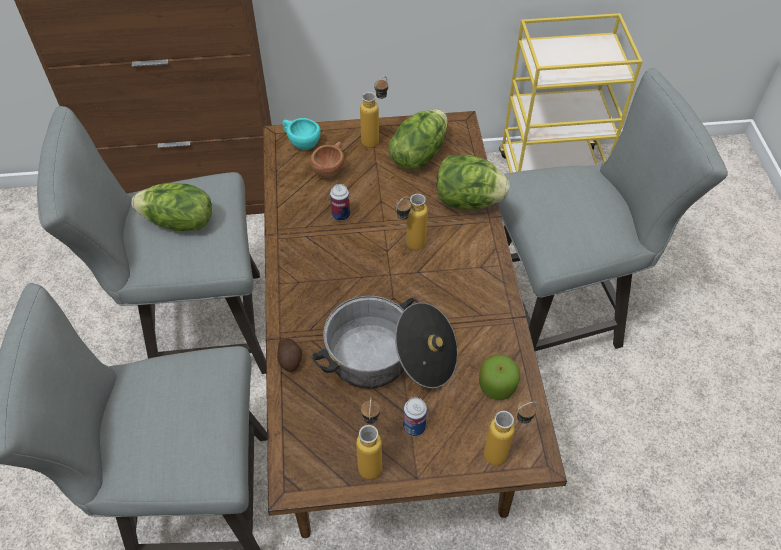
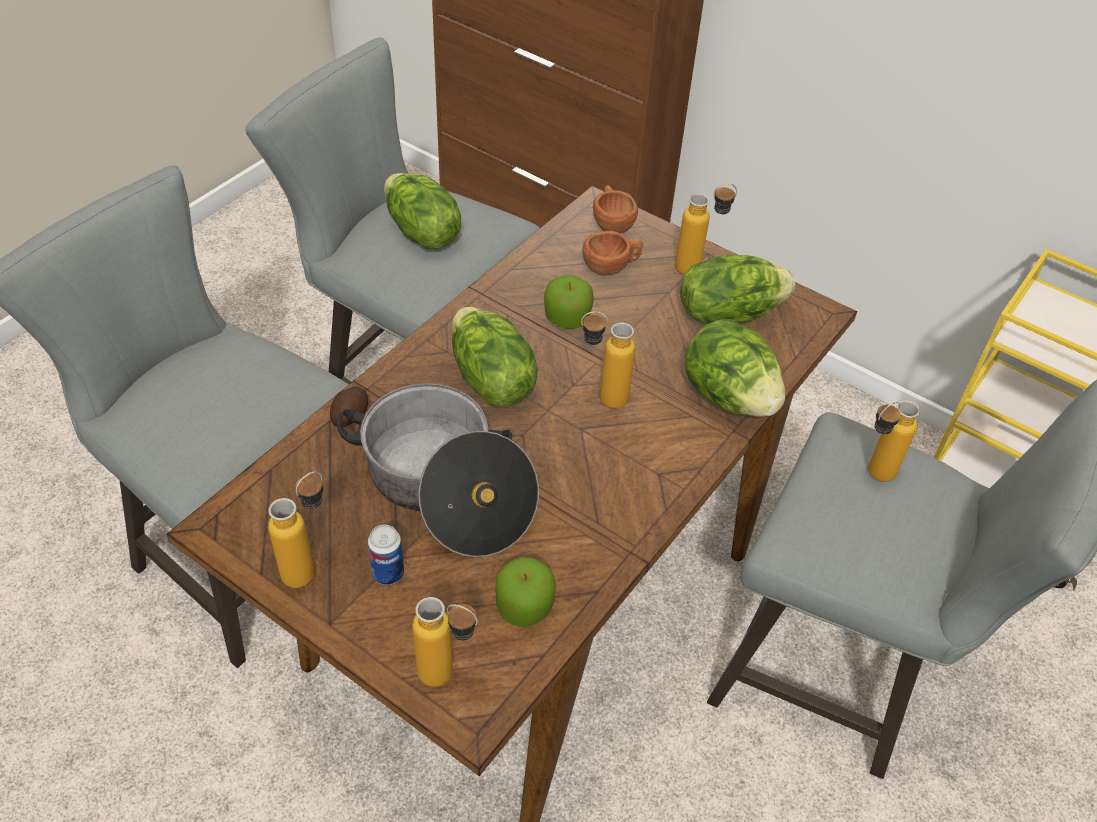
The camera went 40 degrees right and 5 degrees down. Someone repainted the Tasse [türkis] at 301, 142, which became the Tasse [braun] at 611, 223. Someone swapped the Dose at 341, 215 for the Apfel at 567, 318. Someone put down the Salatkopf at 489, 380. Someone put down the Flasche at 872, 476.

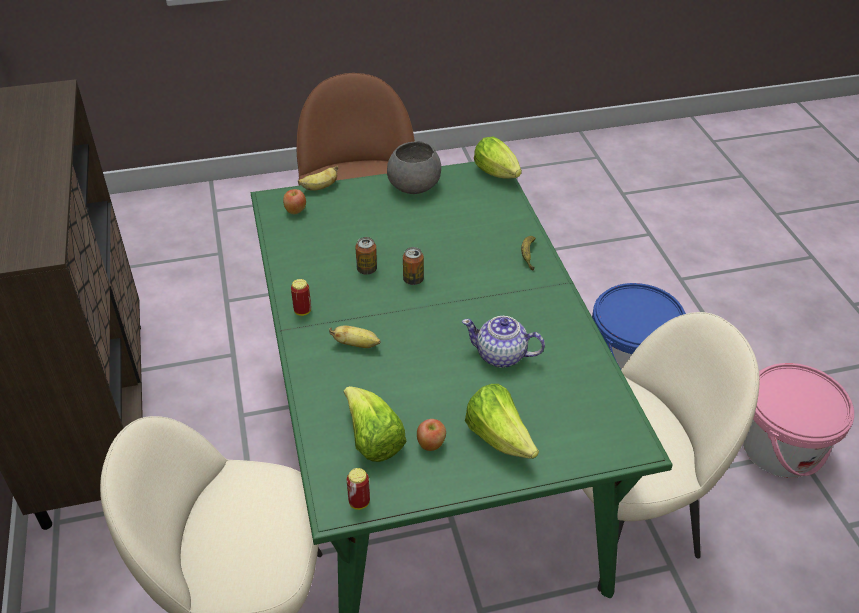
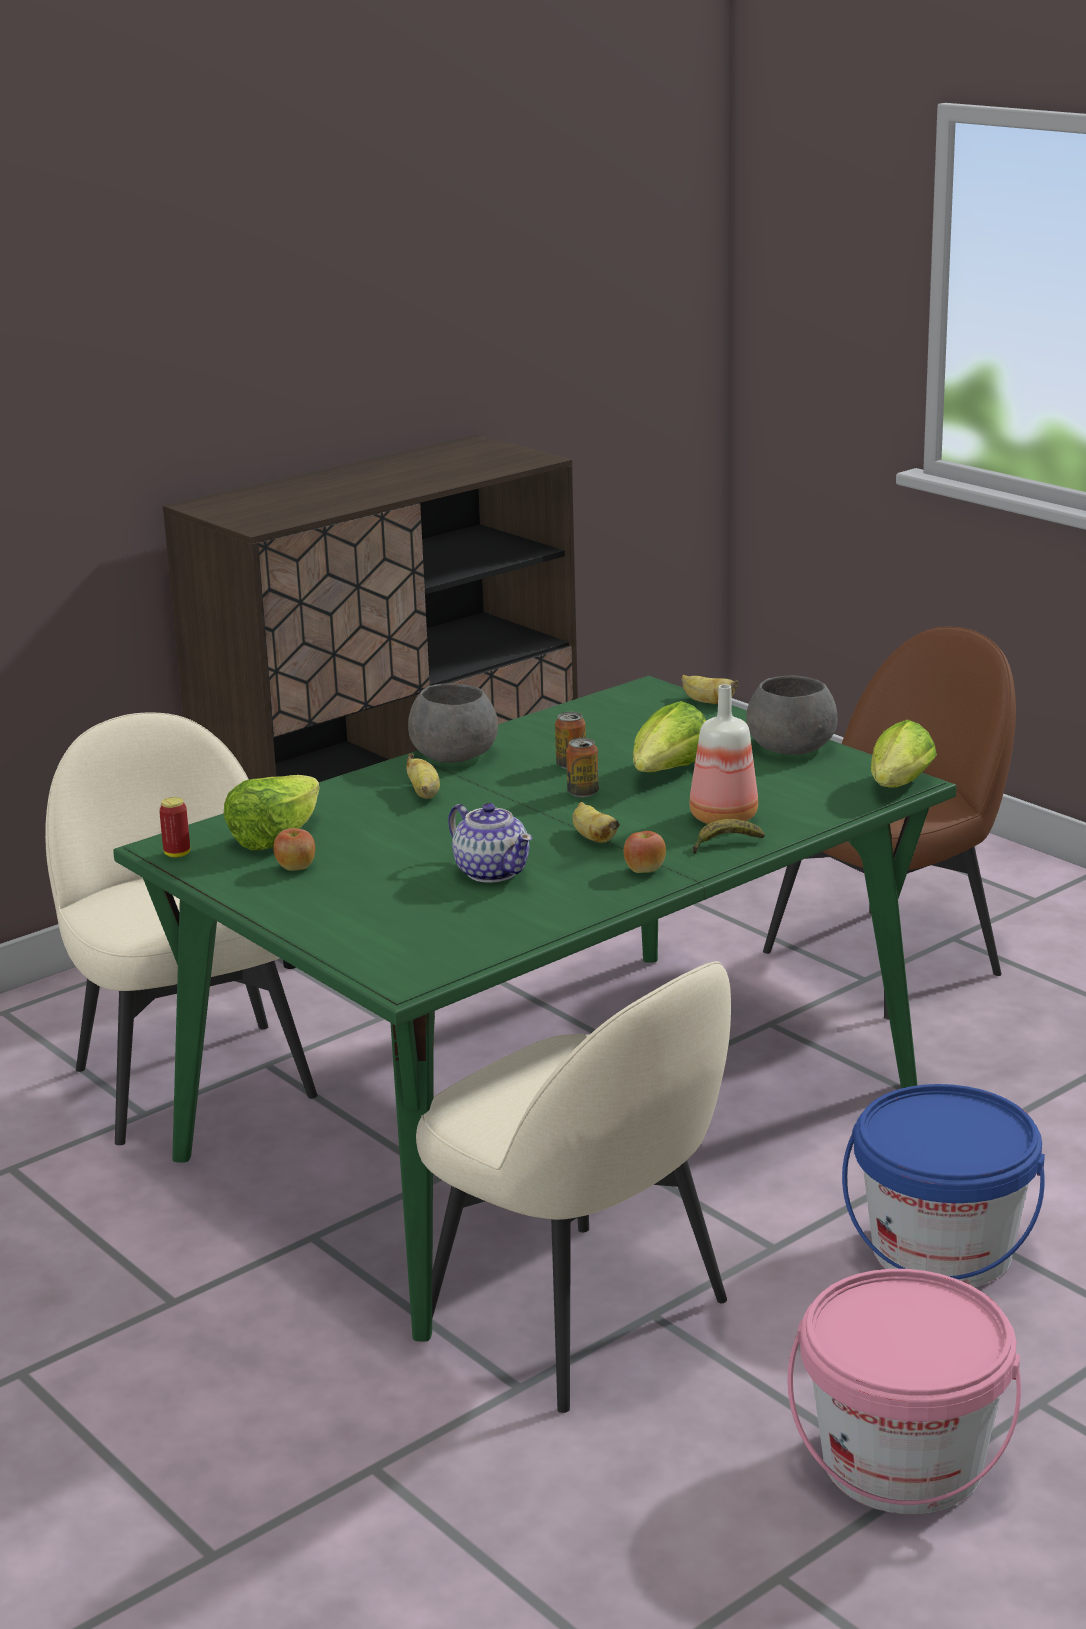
The camera went 65 degrees right and 20 degrees down. Someone carried the Apfel from 295, 211 to 644, 870. Someone swapped the Dose at 302, 311 for the Schüssel [grau] at 452, 754. Someone rotated the Teekanne at 501, 356 by 150 degrees clockwise. Someone carried the Salatkopf from 499, 437 to 667, 773. Someone put down the Flasche at 721, 819. Someone put down the Banane at 593, 838.

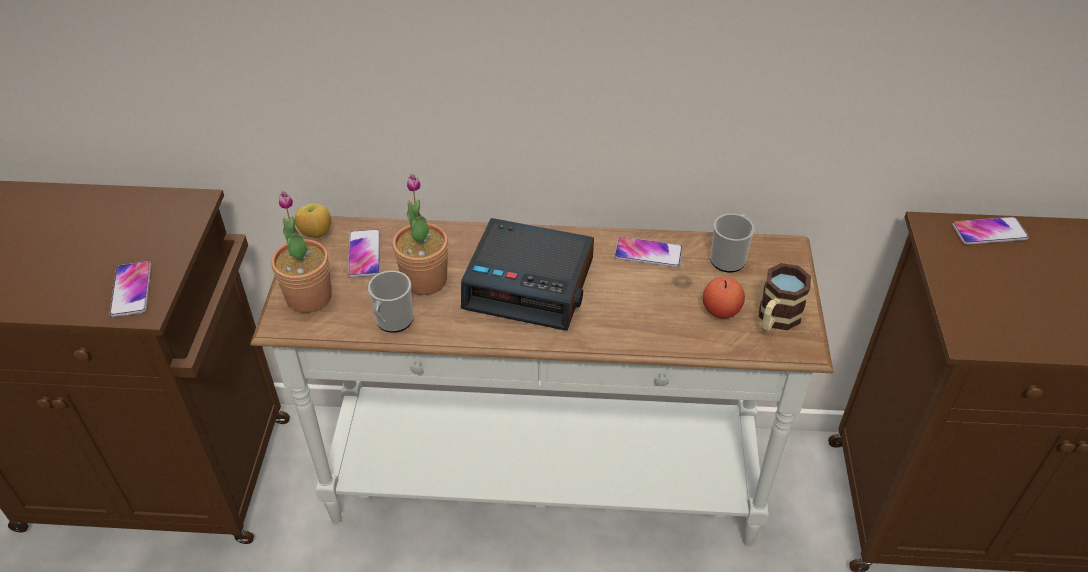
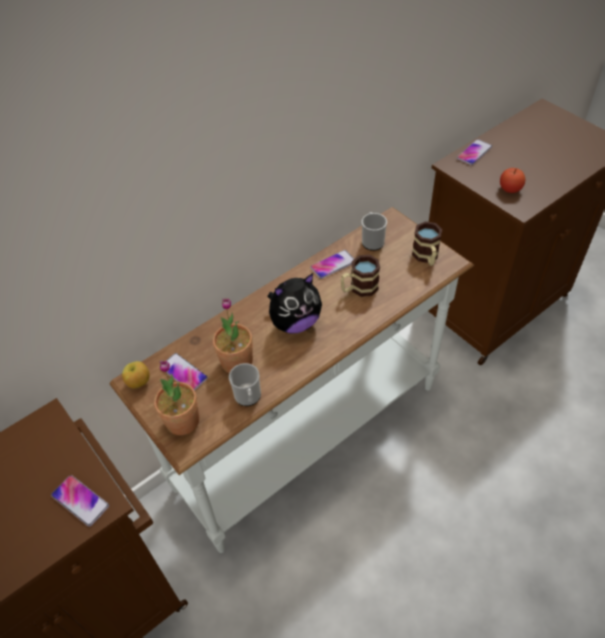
The camera went 40 degrees left and 5 degrees up. Someone swapped the Wecker at 530, 284 for the Plüschtier at 295, 322. Someone carried the Apfel from 721, 310 to 510, 189. Someone put down the Henkelbecher at 359, 288.

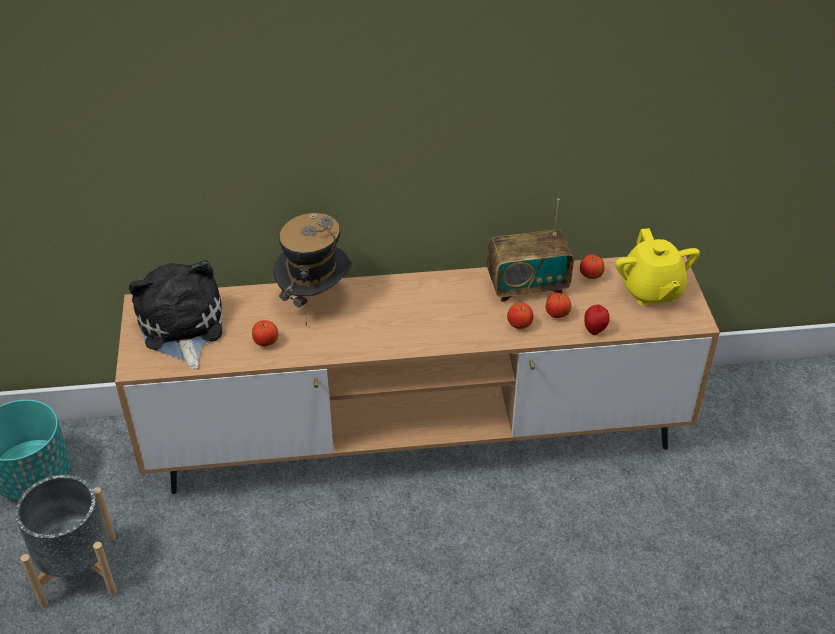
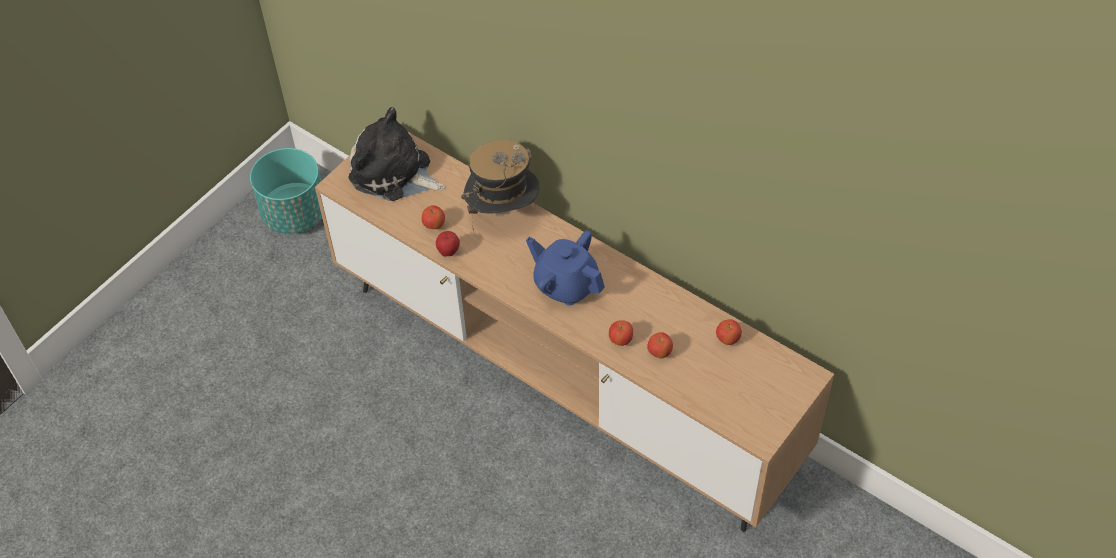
The camera went 45 degrees right and 10 degrees up. Someone took away the Radio at 527, 286. Someone took away the Teekanne [gelb] at 651, 291. Someone rotated the Plüschtier at 181, 328 by 90 degrees counterclockwise. Someone carried the Apfel from 595, 330 to 449, 252. Someone took away the Pflanzkübel [grau] at 78, 569. Someone put down the Teekanne [blau] at 566, 284.

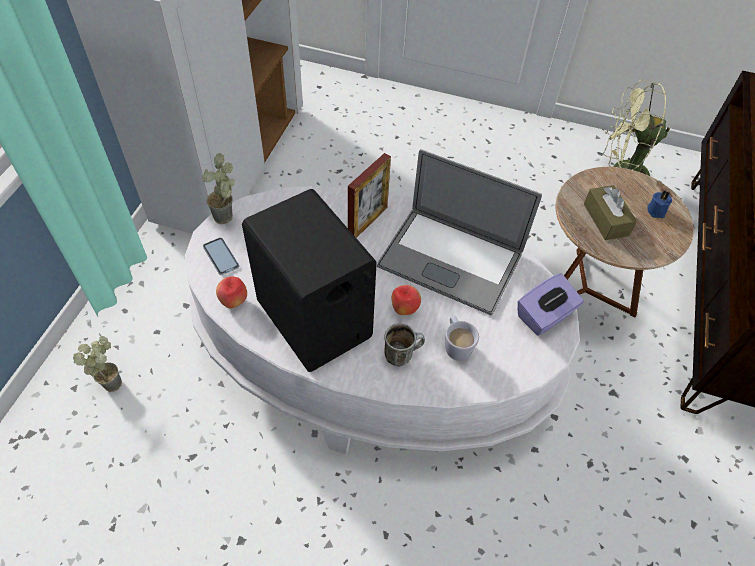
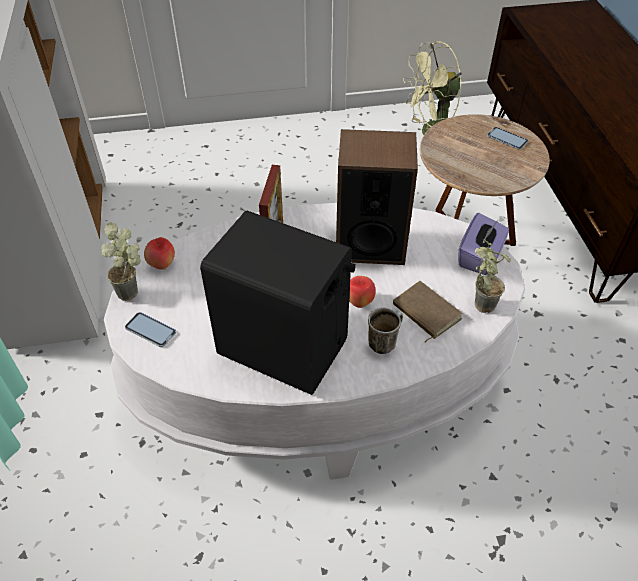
The camera went 25 degrees left and 5 degrees down. Someone swapped the Laptop at 450, 260 for the Lautsprecher at 370, 244. Someone took away the Taschentuchbox [braun] at 606, 219. Someone swapped the Kerze [blau] at 657, 210 for the Handy at 507, 139. Someone carried the Apfel from 234, 301 to 162, 265. Someone swapped the Henkelbecher [weiß] at 456, 345 for the Buch [braun] at 425, 313. Someone carried the Topfpflanze from 112, 379 to 478, 302.

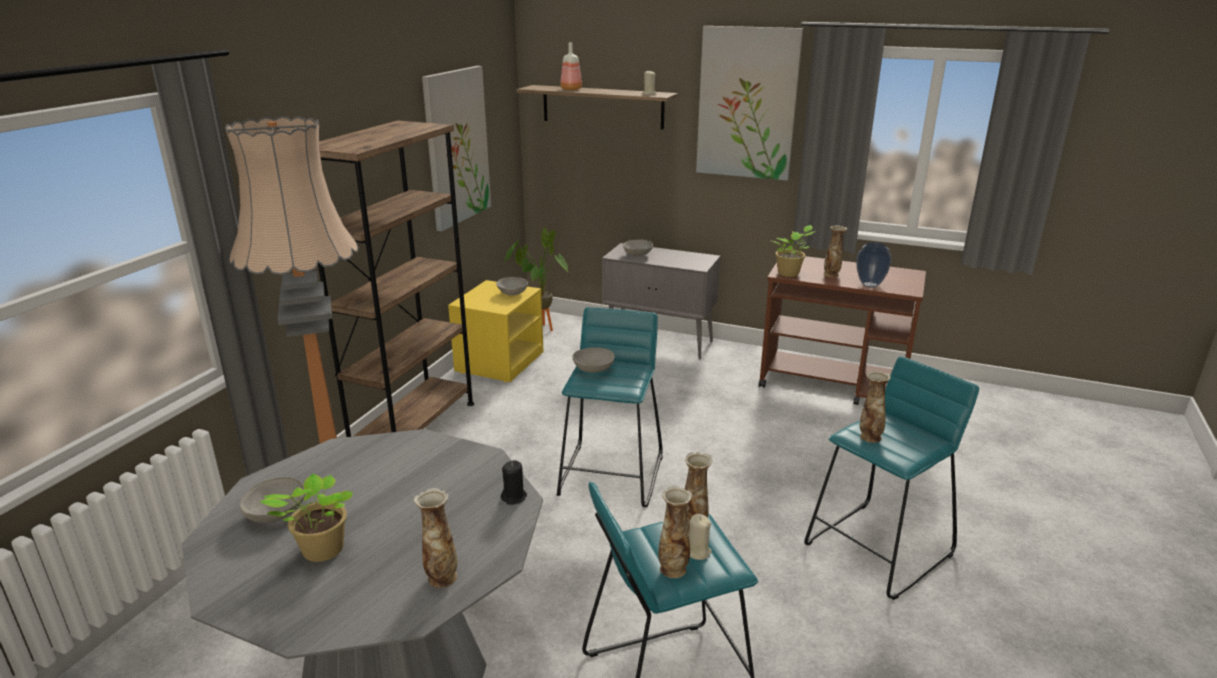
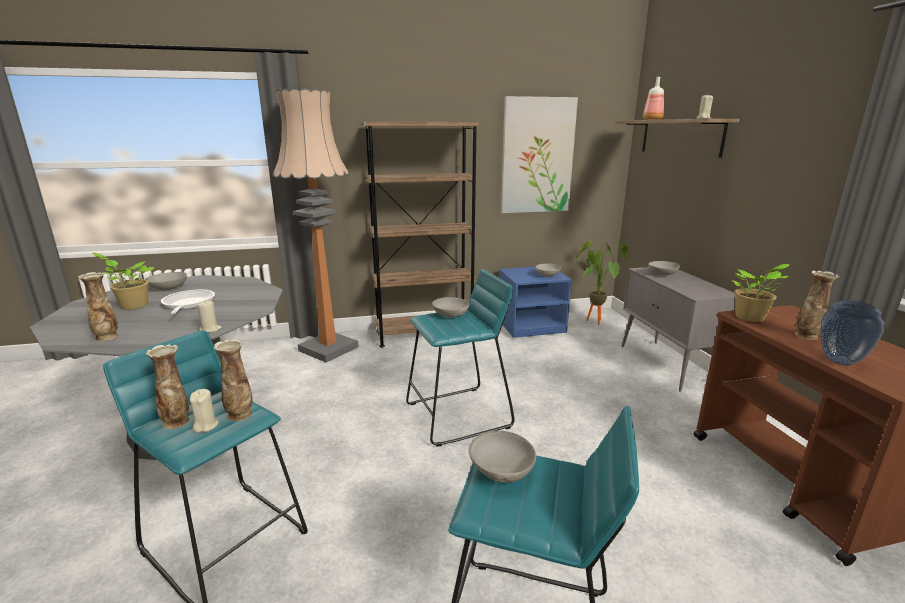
The camera went 55 degrees right and 5 degrees down. Someone took away the Bild at 747, 103. Someone repainted the Nachttisch [gelb] at 499, 361, which became the Nachttisch [blau] at 531, 326. Someone swapped the Vase at 869, 437 for the Schüssel [grau] at 502, 470. Someone repainted the Kerze [schwarz] at 514, 497, which became the Kerze [beige] at 210, 329. Someone put down the Pfanne at 187, 304.

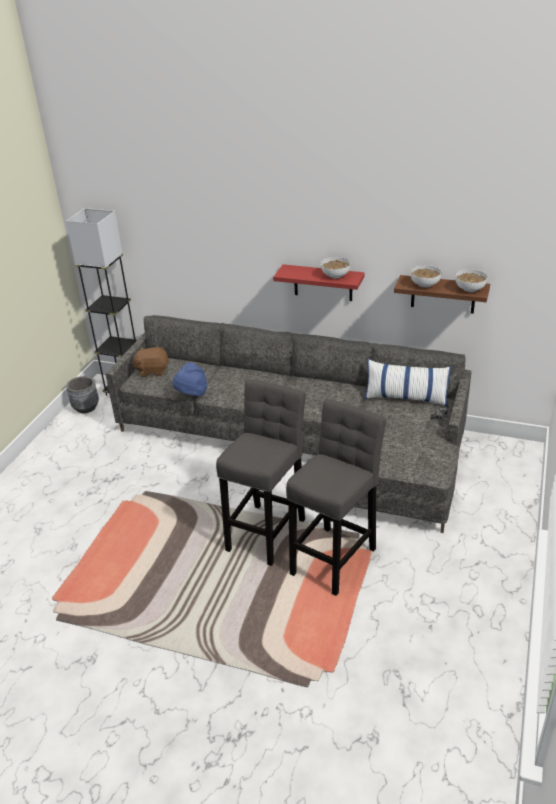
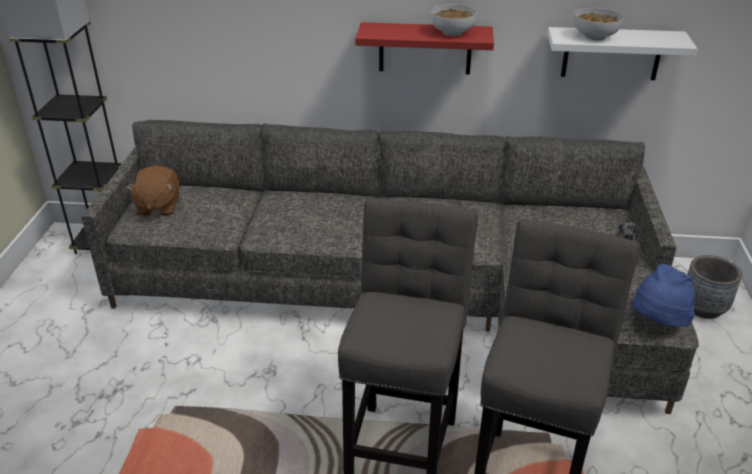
The camera went 15 degrees left and 0 degrees up. Someone took away the Schüssel at 469, 289. Someone repainted the Wandregal [braun] at 443, 294, which became the Wandregal [weiß] at 611, 53. Someone rotated the Plüschtier [braun] at 152, 371 by 75 degrees counterclockwise. Someone took away the Kissen at 406, 397. Someone carried the Hut [blau] from 191, 394 to 657, 322. Someone carried the Pflanzkübel [grau] from 86, 408 to 703, 308.

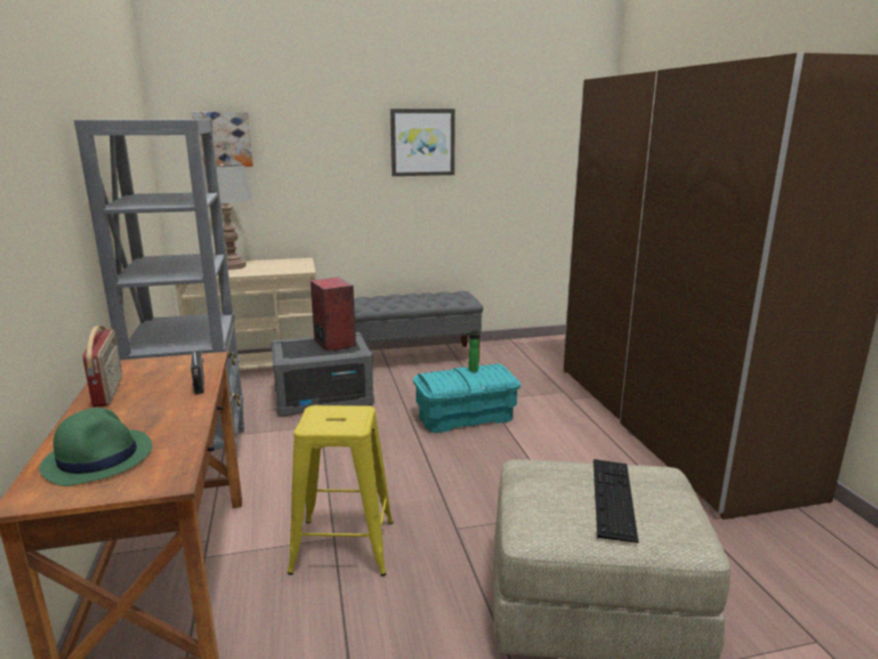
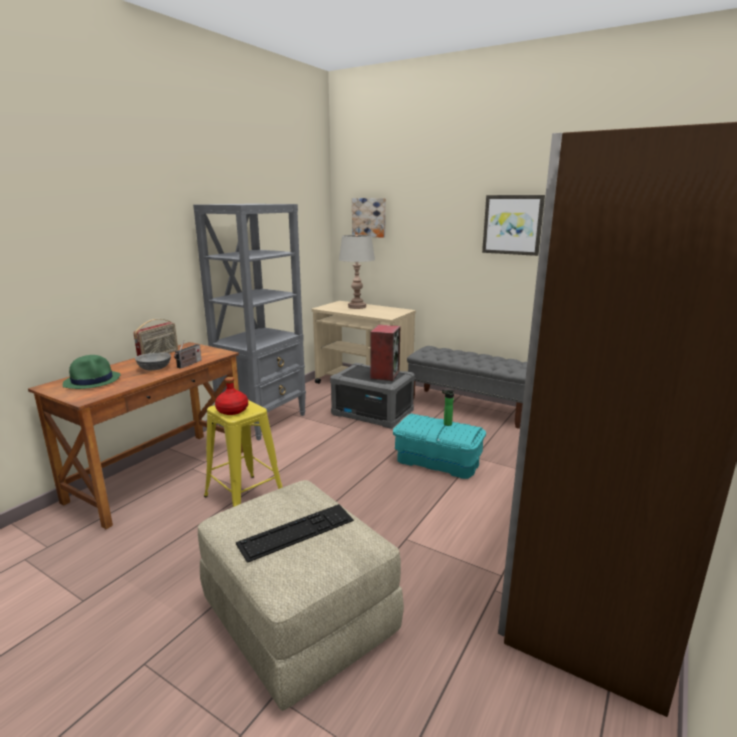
The camera went 45 degrees right and 0 degrees up. Someone put down the Schüssel [grau] at 154, 368. Someone put down the Flasche [rot] at 232, 410.

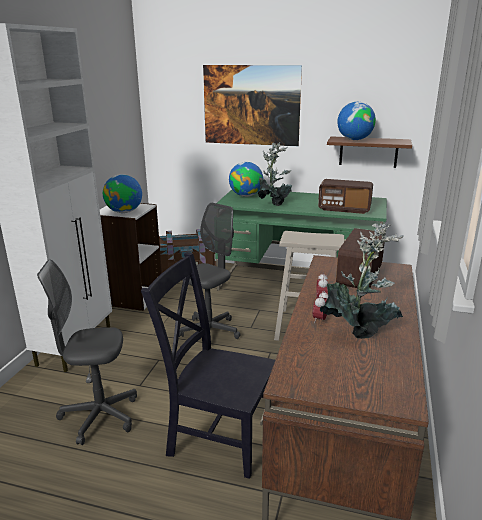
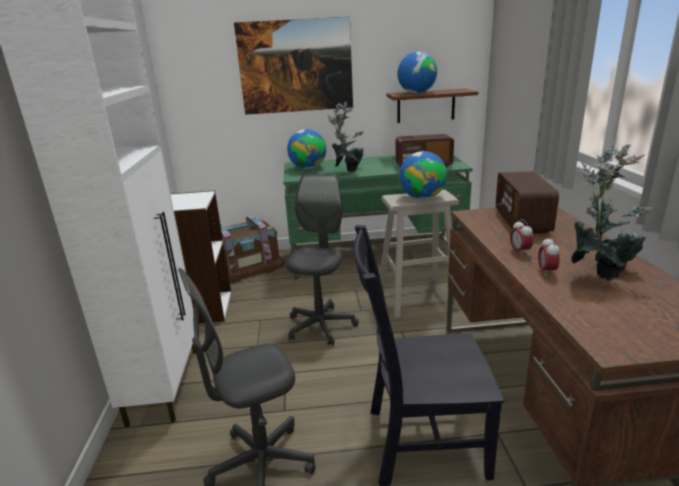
The camera went 20 degrees left and 0 degrees up. Someone carried the Globus from 124, 212 to 422, 197.

